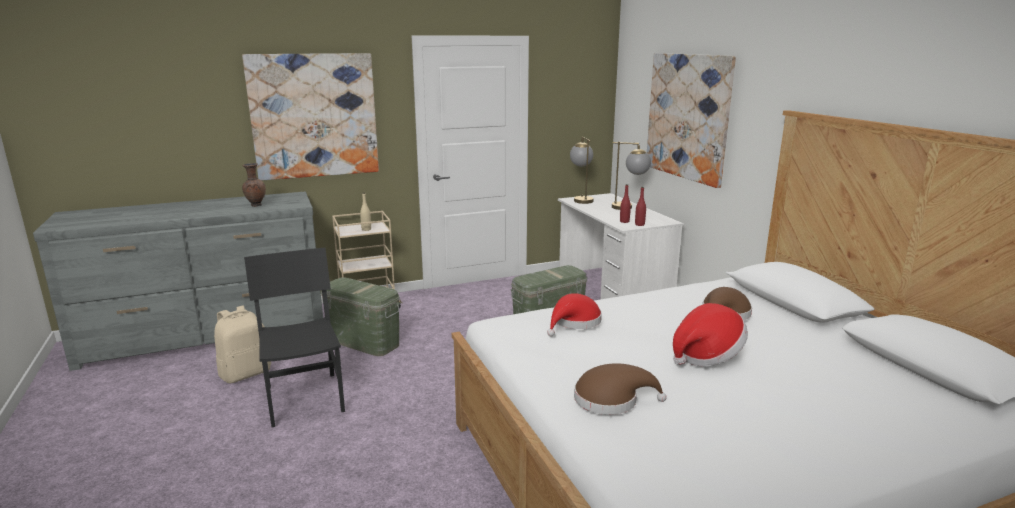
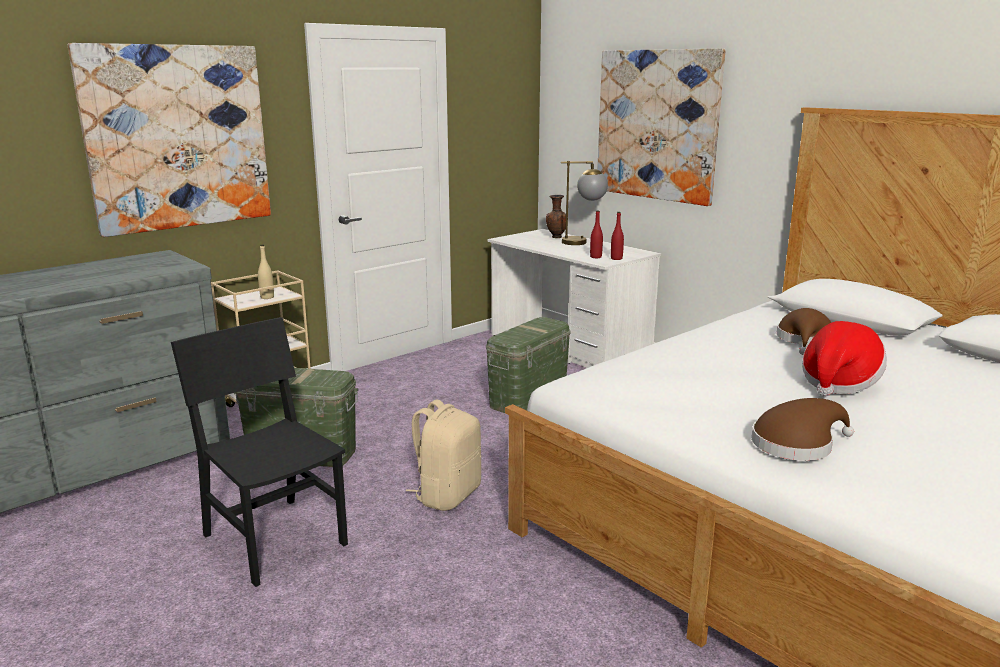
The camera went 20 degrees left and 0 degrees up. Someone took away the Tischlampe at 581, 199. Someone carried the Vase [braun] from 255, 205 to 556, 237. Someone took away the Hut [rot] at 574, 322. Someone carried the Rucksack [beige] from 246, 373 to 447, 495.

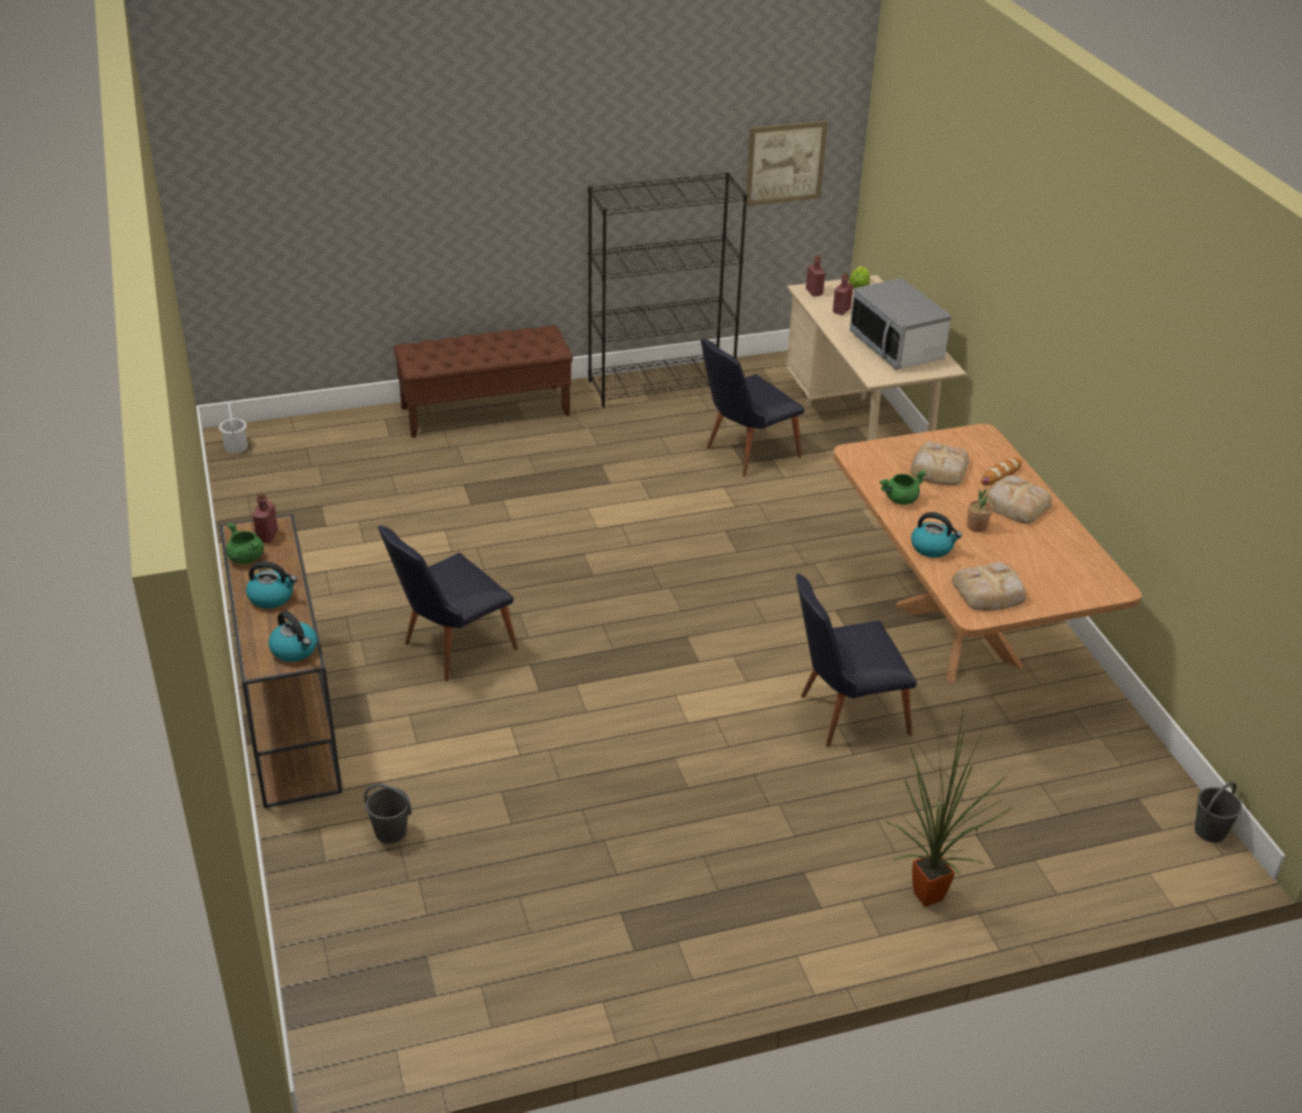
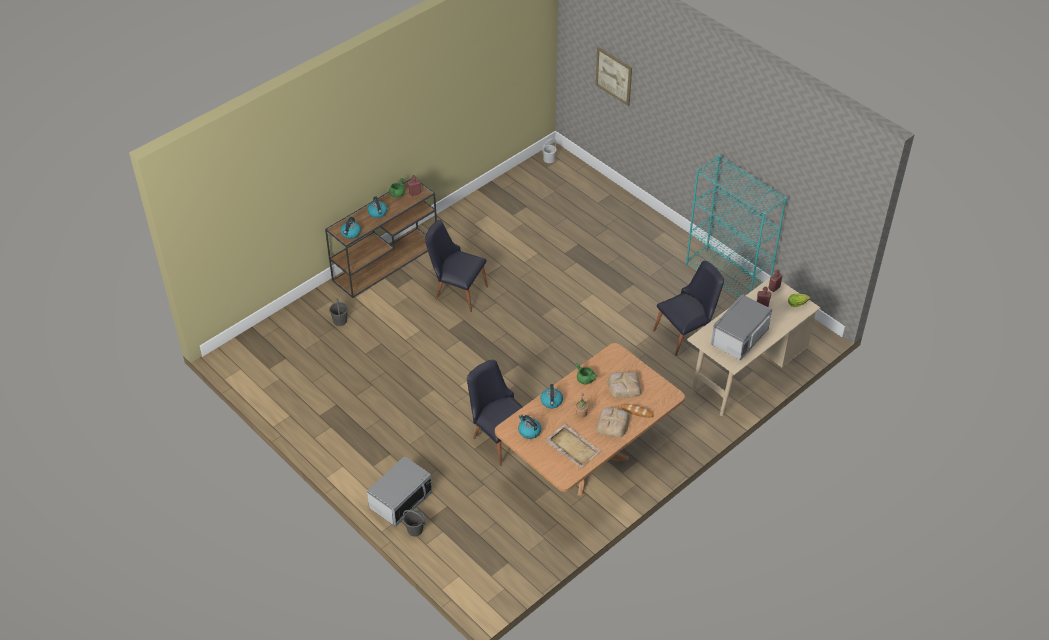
The camera went 65 degrees right and 10 degrees up. Someone carried the Bild from 785, 163 to 614, 76. Someone repainted the Bücherregal [schwarz] at 662, 384, which became the Bücherregal [türkis] at 727, 278. Someone took away the Bank [braun] at 486, 411. Someone rotated the Stuhl [schwarz] at 744, 454 by 120 degrees clockwise. Someone swapped the Brot at 990, 592 for the Wasserkessel at 529, 431. Someone swapped the Topfpflanze at 933, 895 for the Mikrowelle at 400, 501. Someone carried the Eimer [grau] from 1209, 831 to 414, 530. Someone put down the Tablett [beige] at 572, 447.

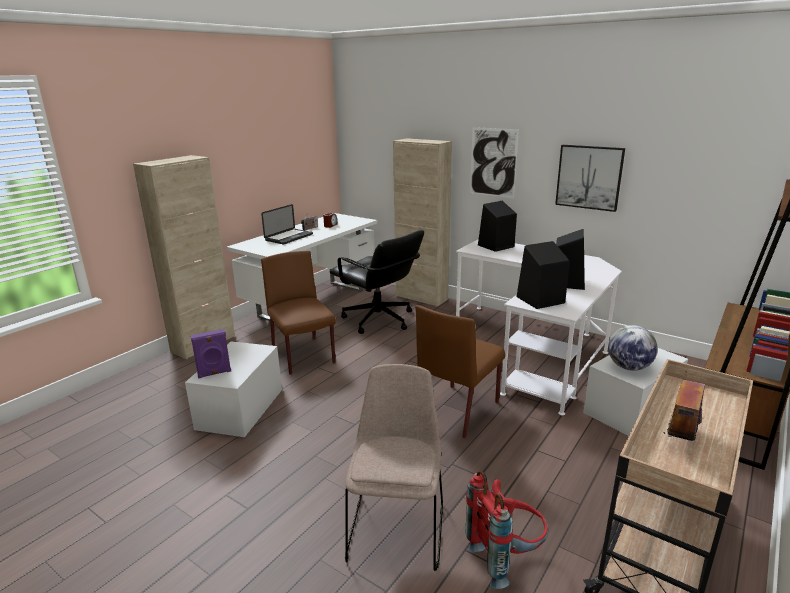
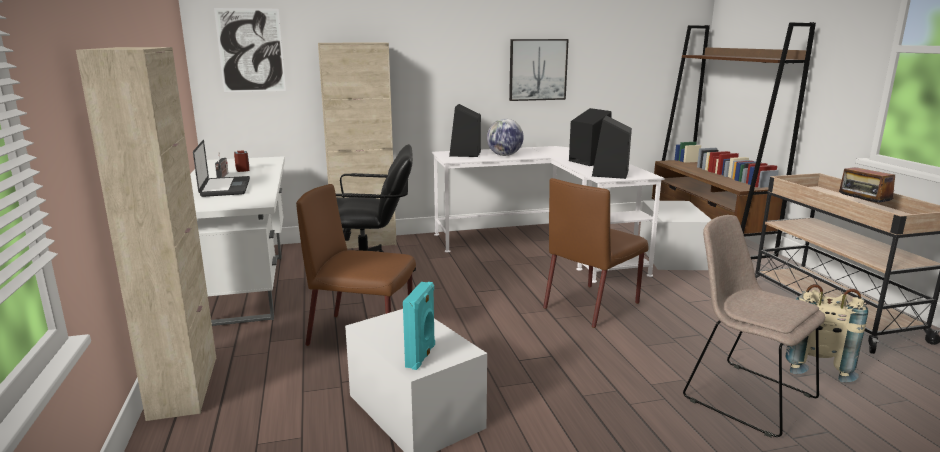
The camera went 50 degrees left and 5 degrees down. Someone carried the Bild from 493, 162 to 251, 50. Someone rotated the Stuhl [braun] at 458, 409 by 60 degrees clockwise. Someone carried the Globus from 628, 367 to 504, 155. Someone repainted the Lautsprecher [lila] at 214, 373, which became the Lautsprecher [türkis] at 421, 356. Someone repainted the Rucksack [rot] at 506, 557, which became the Rucksack [beige] at 813, 365.

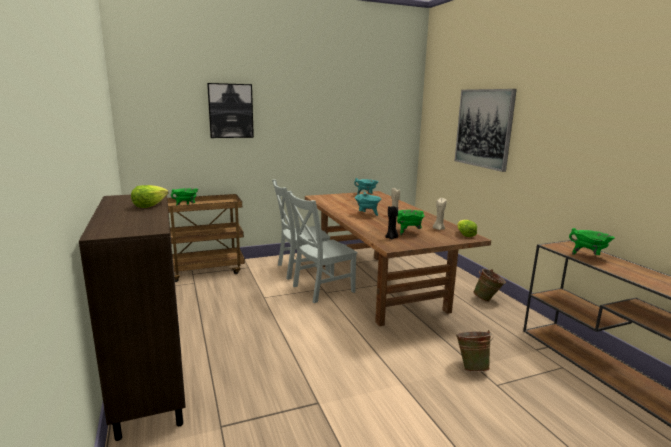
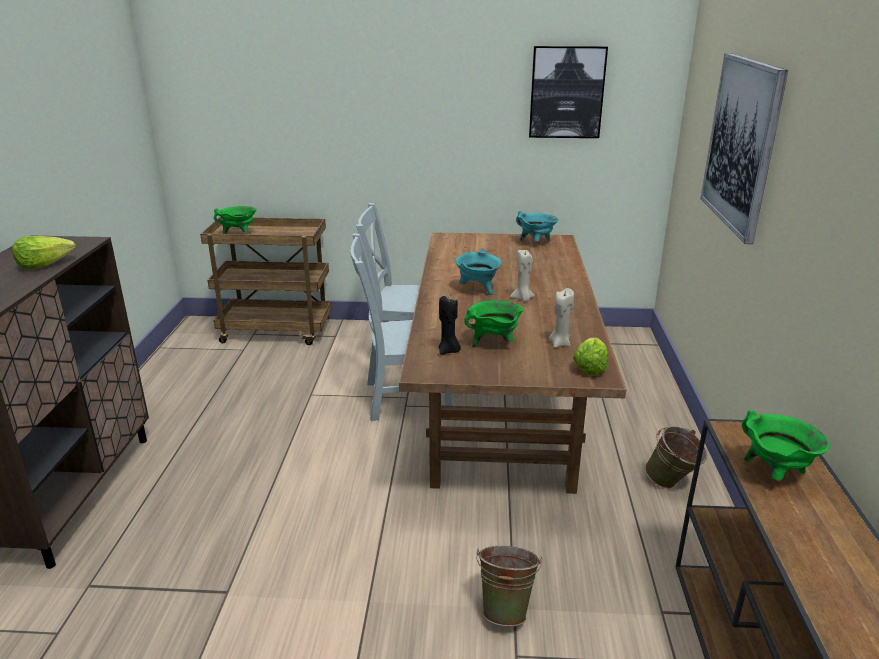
The camera went 25 degrees right and 10 degrees up. Someone carried the Bild from 230, 111 to 566, 92.

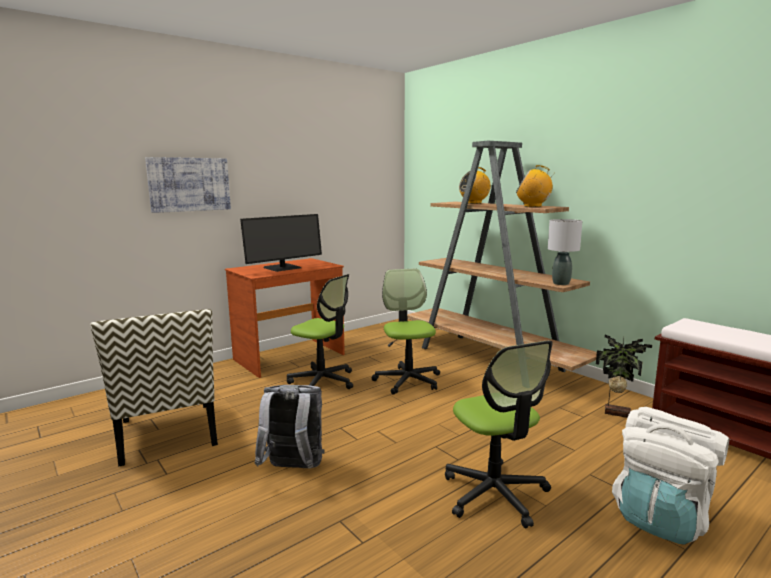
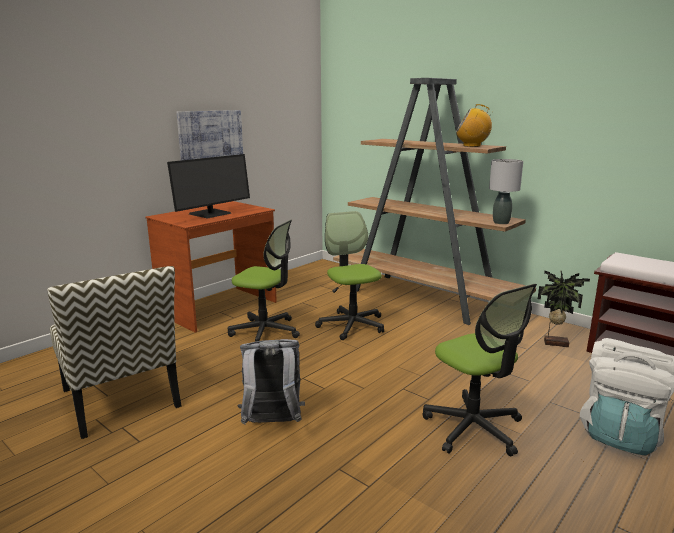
The camera went 10 degrees left and 5 degrees up. Someone carried the Bild from 189, 184 to 210, 136. Someone took away the Radio at 474, 203.

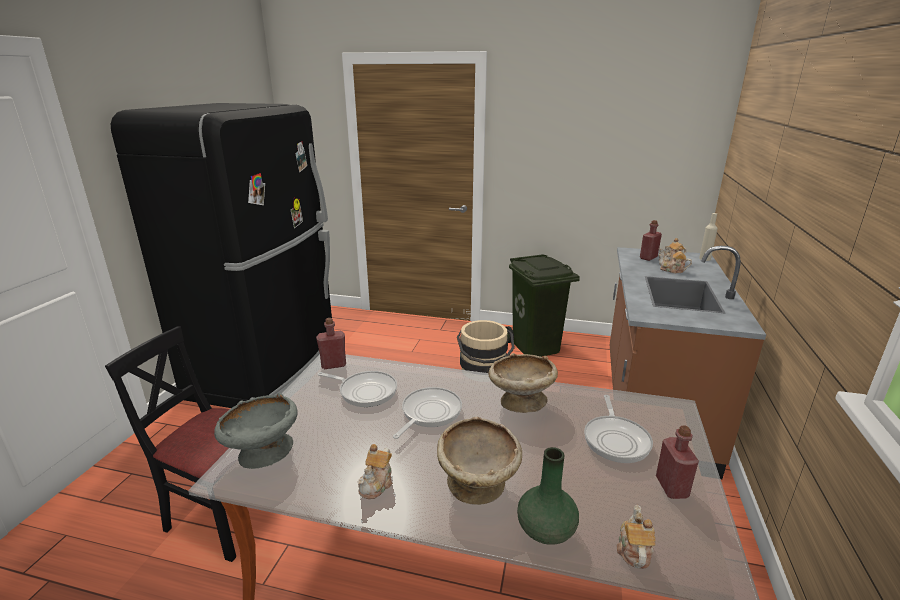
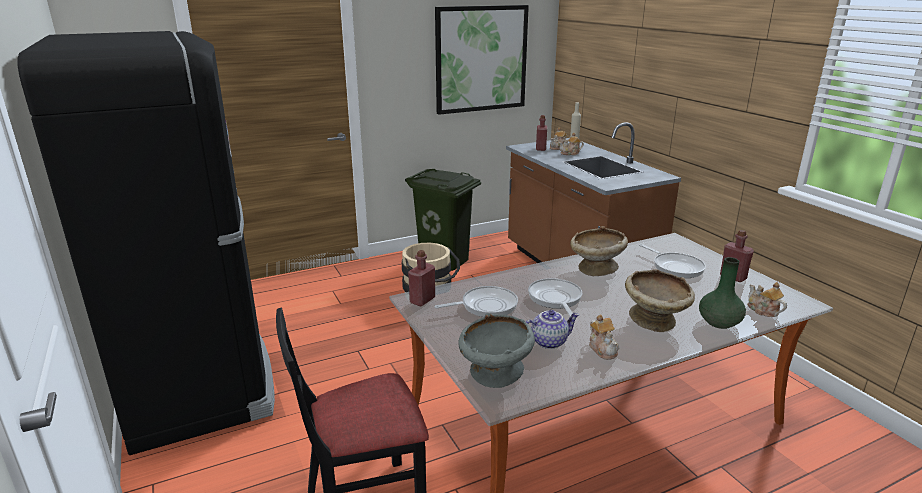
The camera went 40 degrees left and 0 degrees up. Someone put up the Bild at 481, 59. Someone put down the Teekanne at 548, 341.

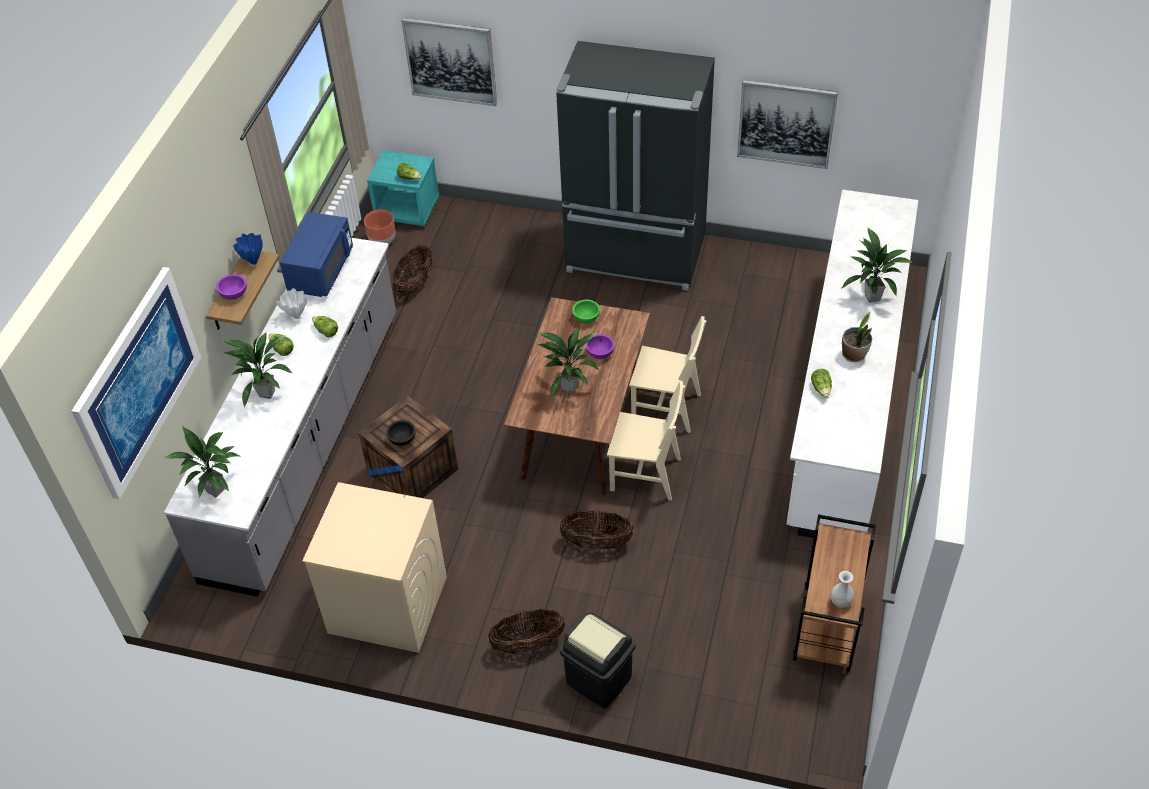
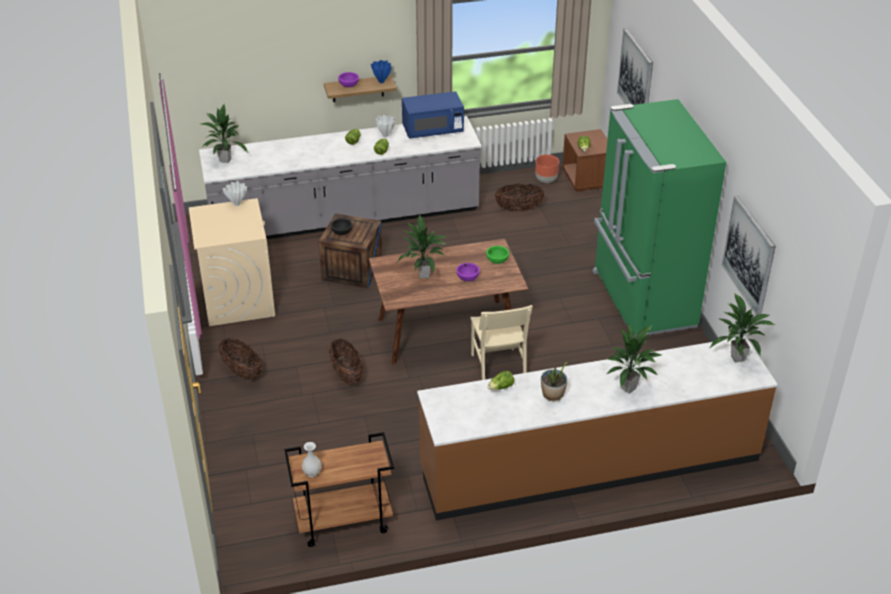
The camera went 60 degrees right and 10 degrees down. Someone repainted the Kühlschrank [schwarz] at 635, 256, which became the Kühlschrank [grün] at 641, 300. Someone repainted the Nachttisch [türkis] at 407, 209, which became the Nachttisch [braun] at 586, 179. Someone repainted the Küchenzeile [weiß] at 845, 396, which became the Küchenzeile [braun] at 589, 464. Someone took away the Bild at 138, 381. Someone carried the Topfpflanze from 266, 393 to 737, 357. Someone took away the Stuhl [beige] at 645, 474. Someone took away the Mülleimer [schwarz] at 598, 680. Someone put down the Vase [weiß] at 237, 204.

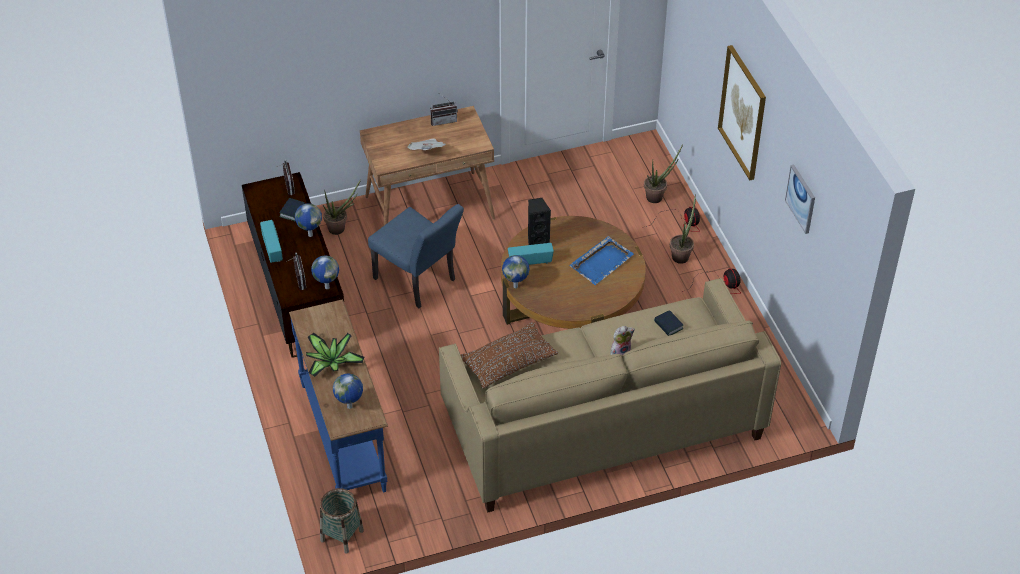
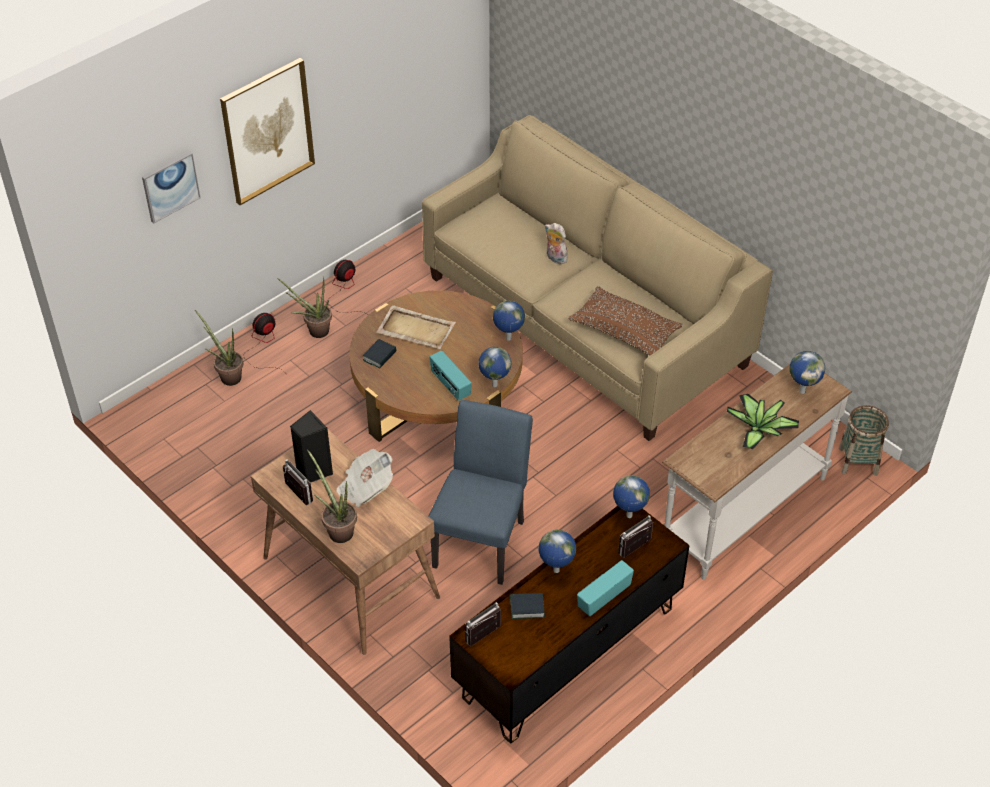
The camera went 115 degrees left and 0 degrees up. Someone carried the Bild from 801, 198 to 170, 186. Someone carried the Topfpflanze from 340, 228 to 337, 530. Someone carried the Lautsprecher [schwarz] from 537, 242 to 313, 471. Someone repainted the Tablett [blau] at 602, 262, which became the Tablett [beige] at 415, 329. Someone repainted the Konsolentisch [blau] at 344, 437, which became the Konsolentisch [weiß] at 743, 511. Someone carried the Buch from 668, 325 to 380, 356. Someone put down the Globus at 508, 339.

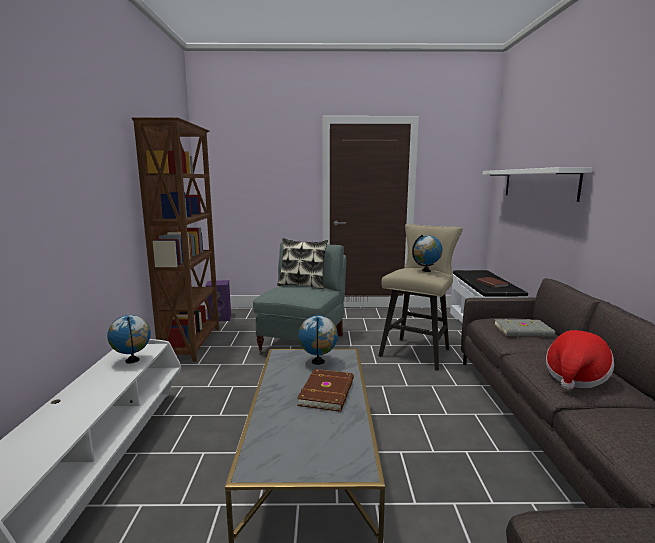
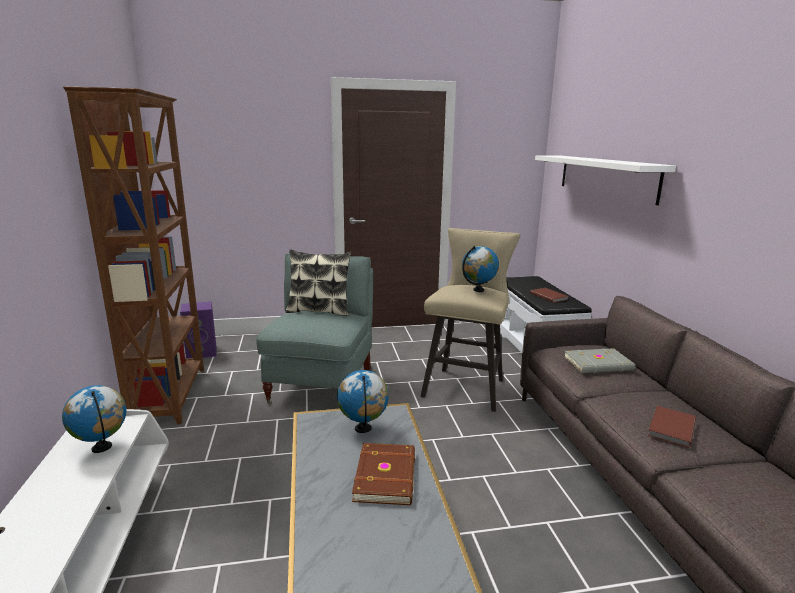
The camera went 10 degrees left and 5 degrees up. Someone swapped the Hut at 575, 377 for the Buch [braun] at 670, 428.

